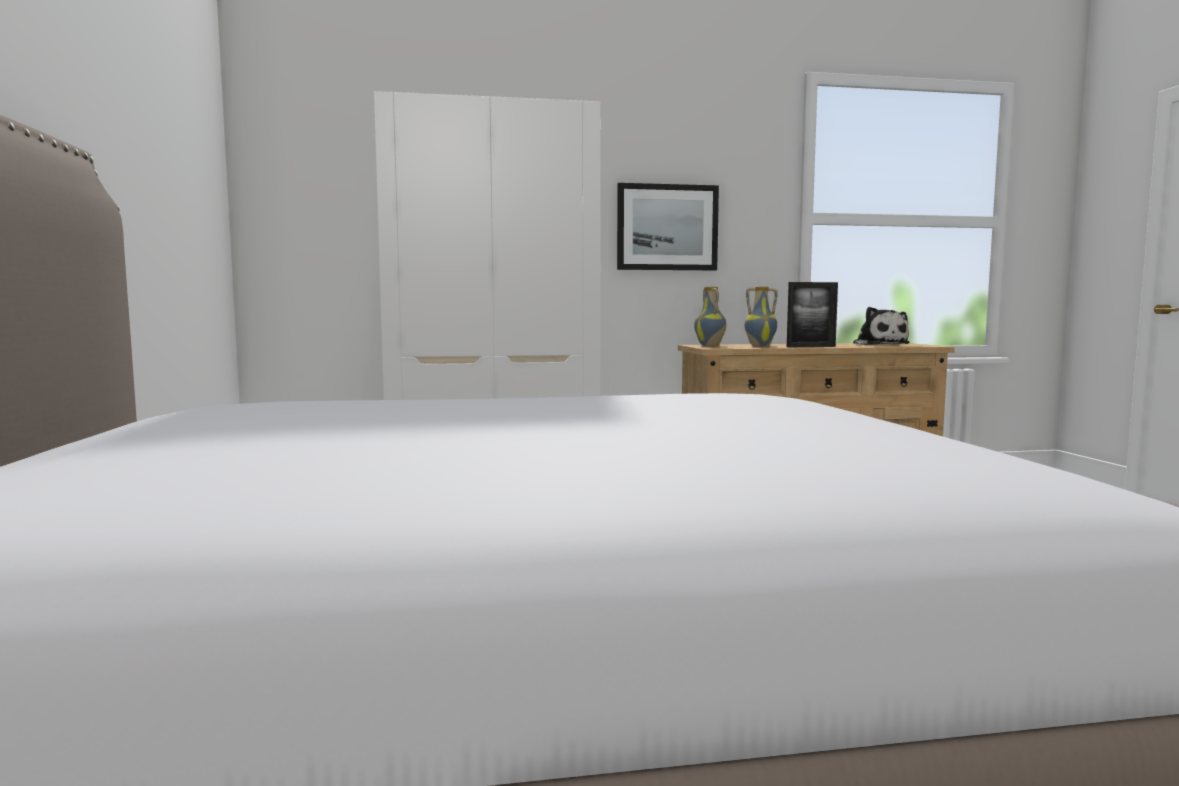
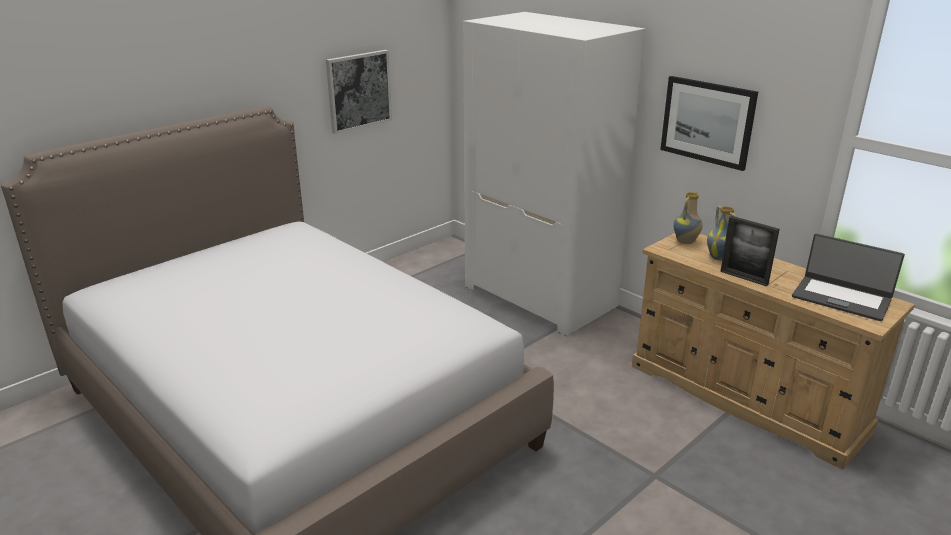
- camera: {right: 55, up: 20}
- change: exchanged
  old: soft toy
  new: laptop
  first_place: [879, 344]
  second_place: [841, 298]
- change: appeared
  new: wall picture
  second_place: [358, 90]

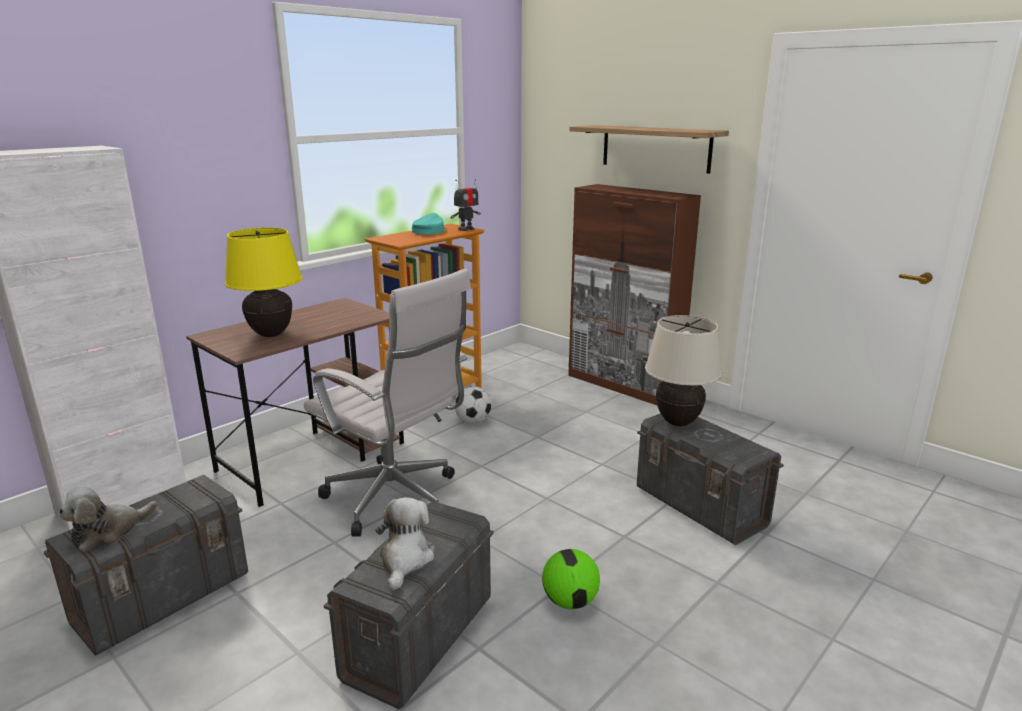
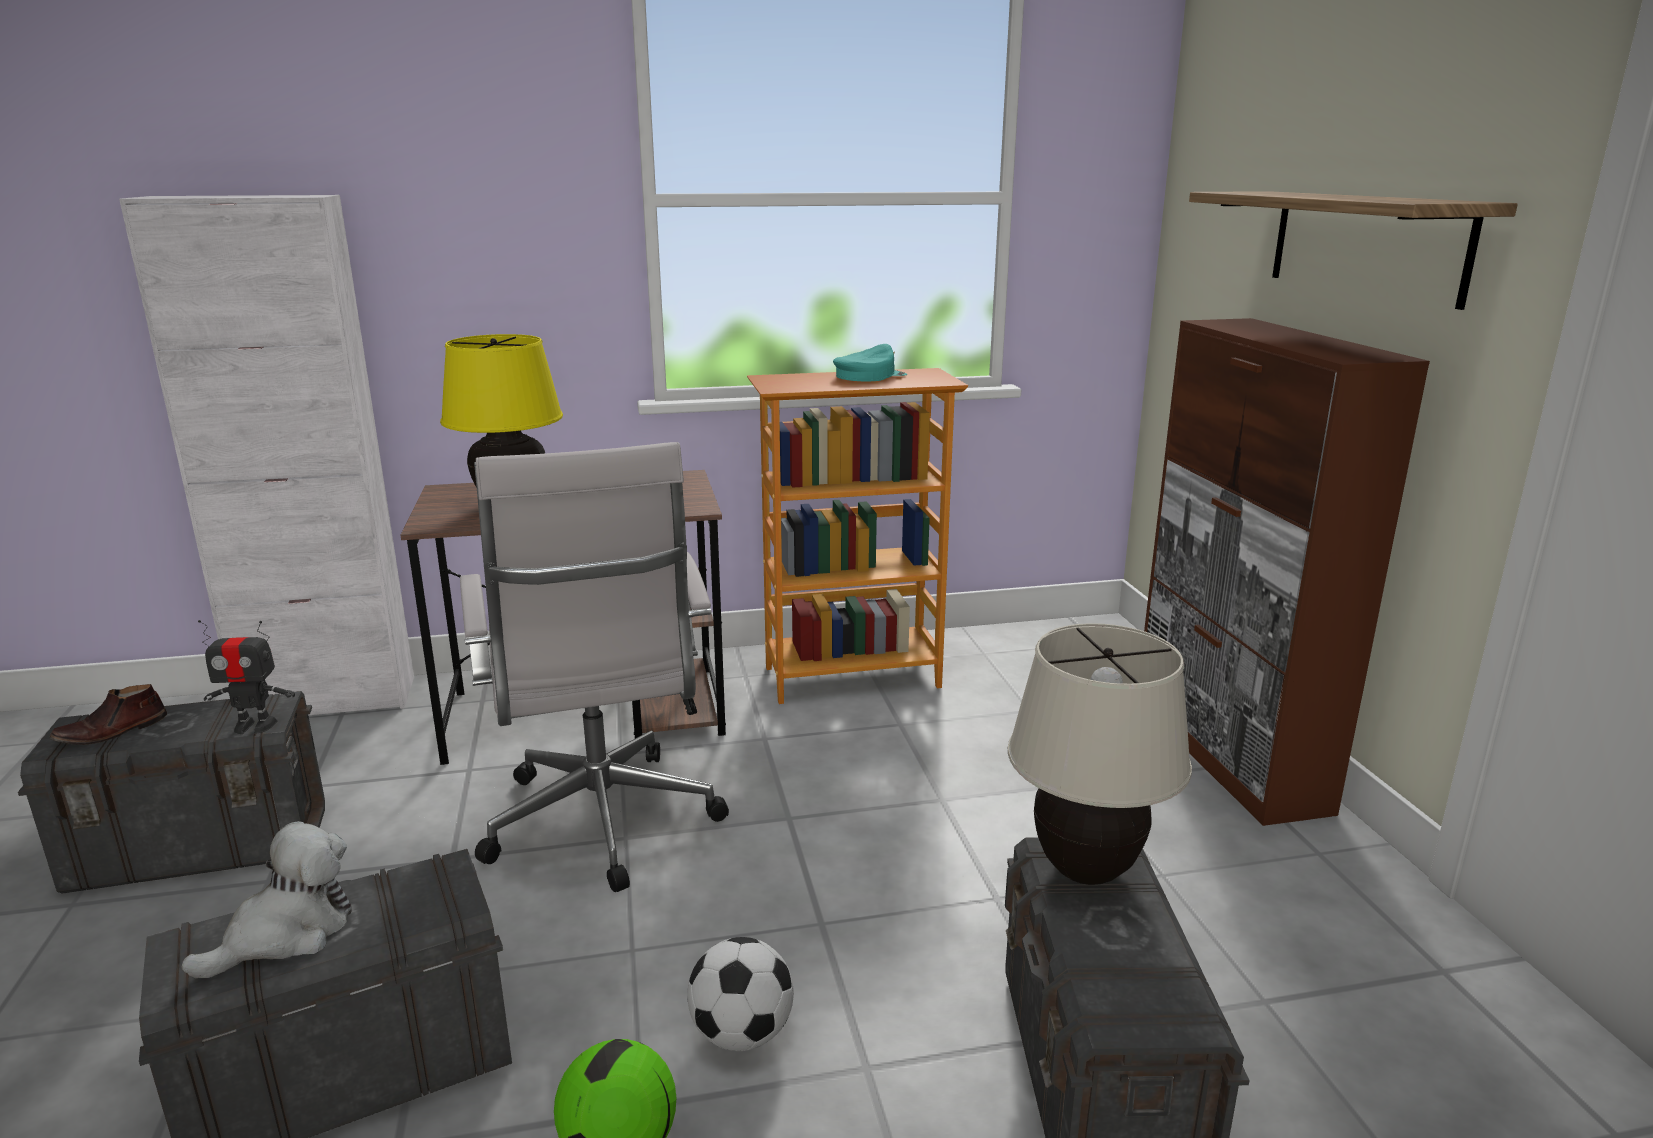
- camera: {right: 35, up: 0}
- change: exchanged
  old: soft toy
  new: brownish shoe
  first_place: [109, 531]
  second_place: [112, 732]
- change: relocated
  old: toy robot
  first_place: [466, 229]
  second_place: [254, 726]
- change: relocated
  old: ball for football
  first_place: [473, 421]
  second_place: [742, 1033]

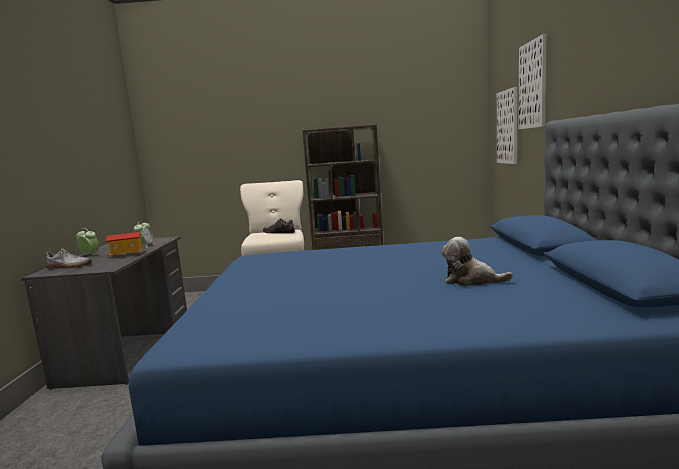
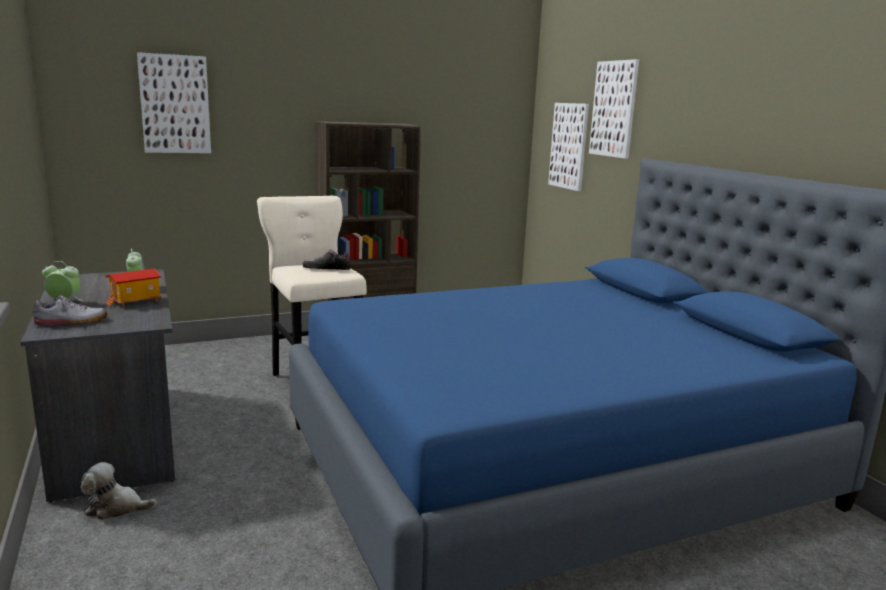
- camera: {right: -25, up: 5}
- change: relocated
  old: soft toy
  first_place: [471, 280]
  second_place: [116, 508]
- change: appeared
  new: wall picture
  second_place: [175, 104]

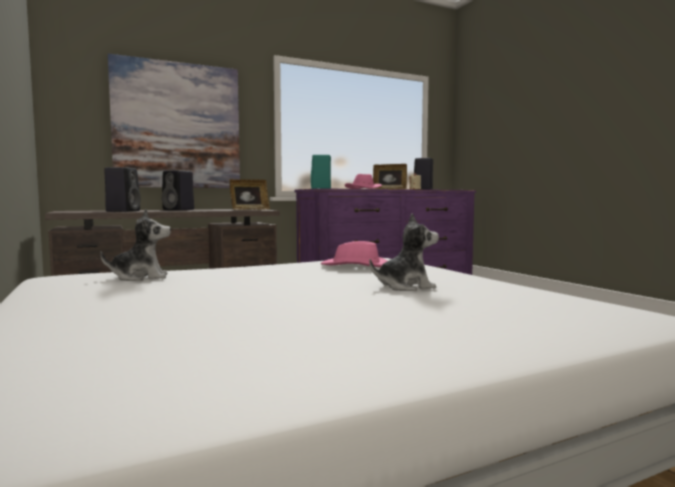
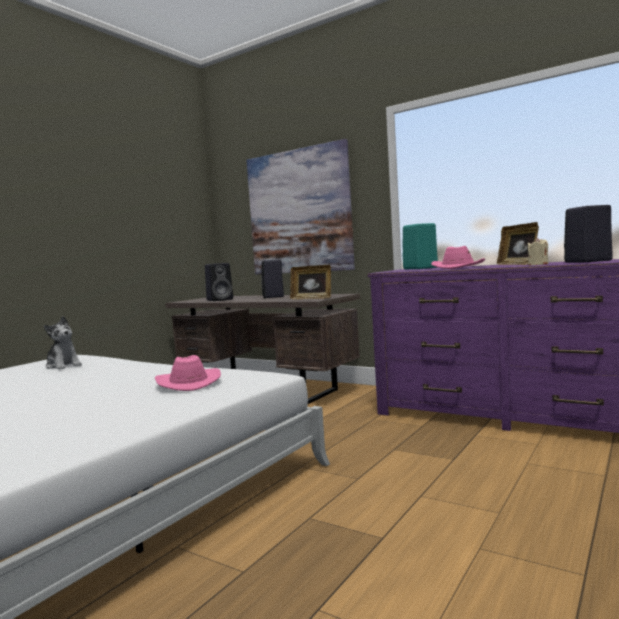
- camera: {right: 60, up: 0}
- change: missing
  old: soft toy
  first_place: [405, 287]

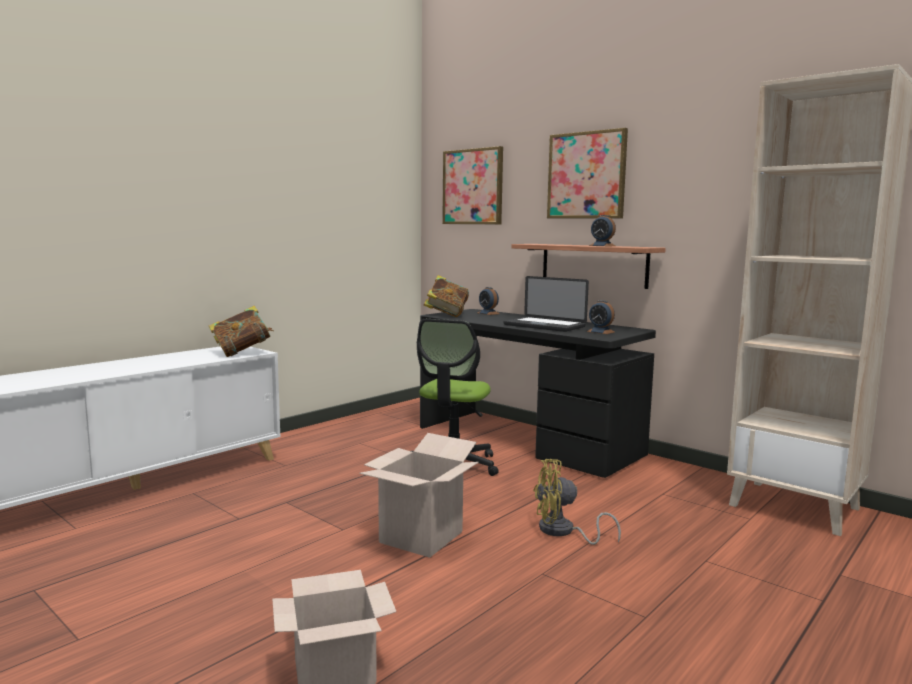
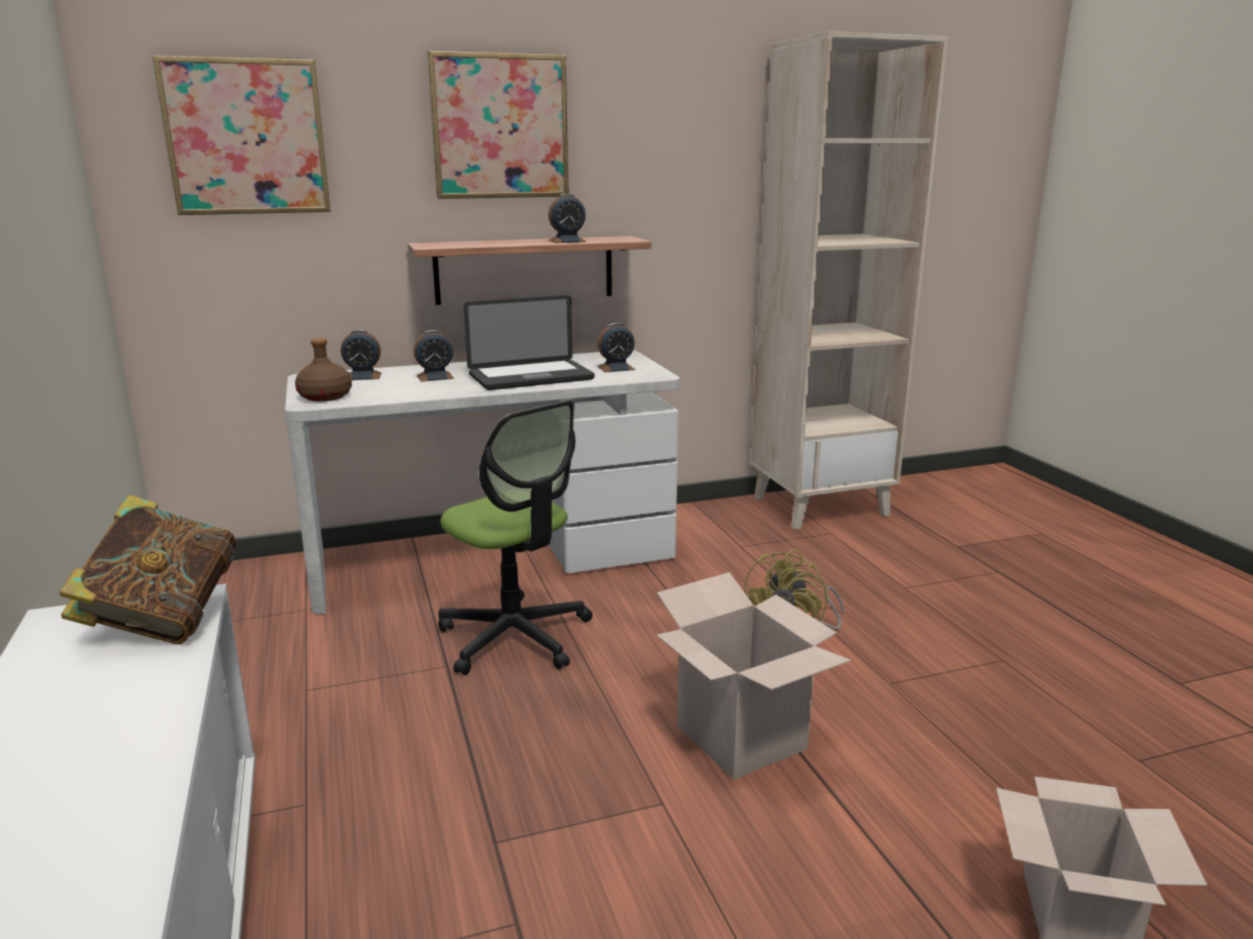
- camera: {right: -60, up: 10}
- change: colour
  old: blackish desk
  new: whitish desk
  first_place: [527, 440]
  second_place: [493, 557]
- change: exchanged
  old: book
  new: brownish bottle
  first_place: [446, 314]
  second_place: [325, 397]
- change: appeared
  new: alarm clock
  second_place: [435, 377]

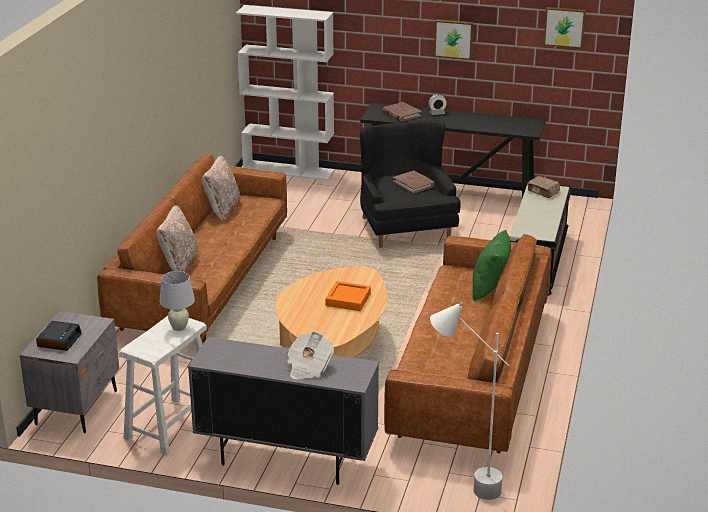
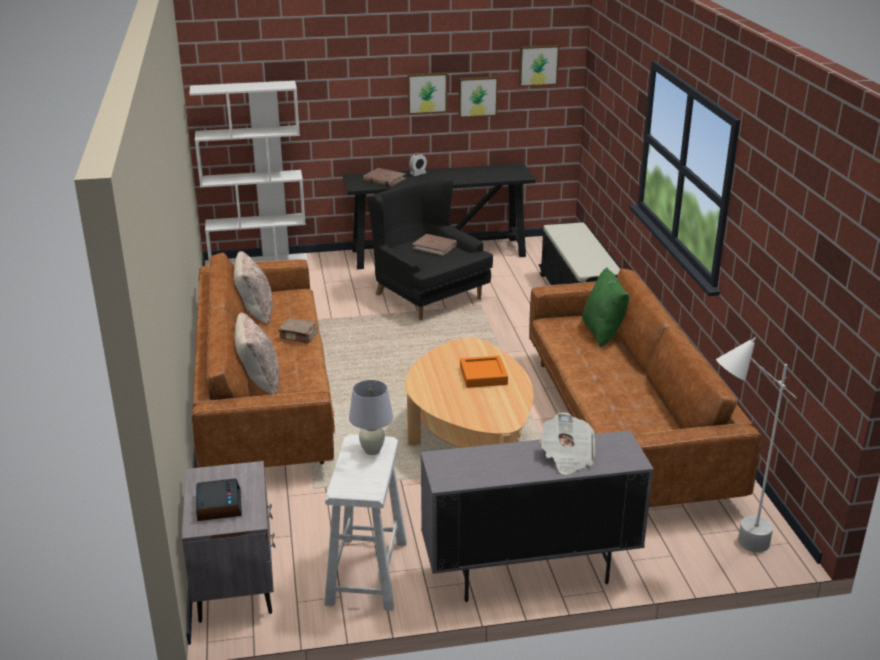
- camera: {right: -25, up: 0}
- change: relocated
  old: brownish book
  first_place: [543, 192]
  second_place: [299, 336]
- change: appeared
  new: wall picture
  second_place: [477, 96]

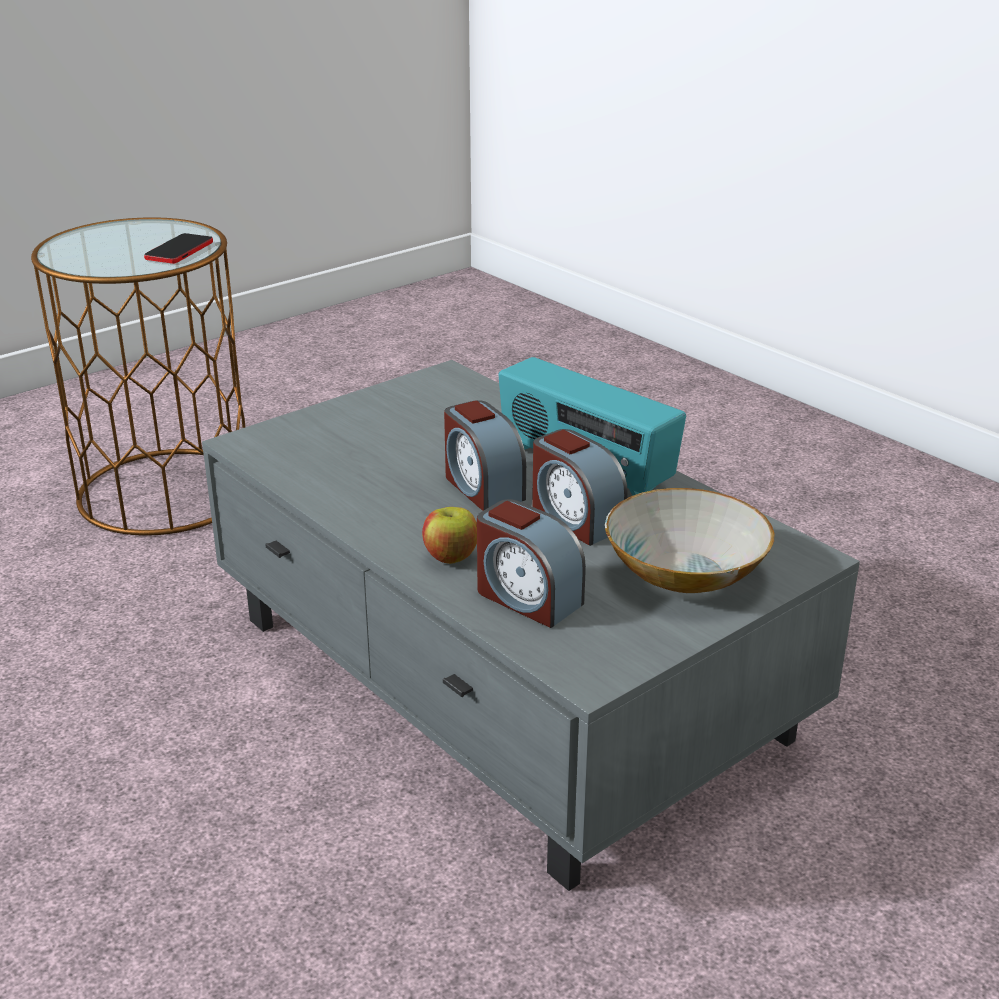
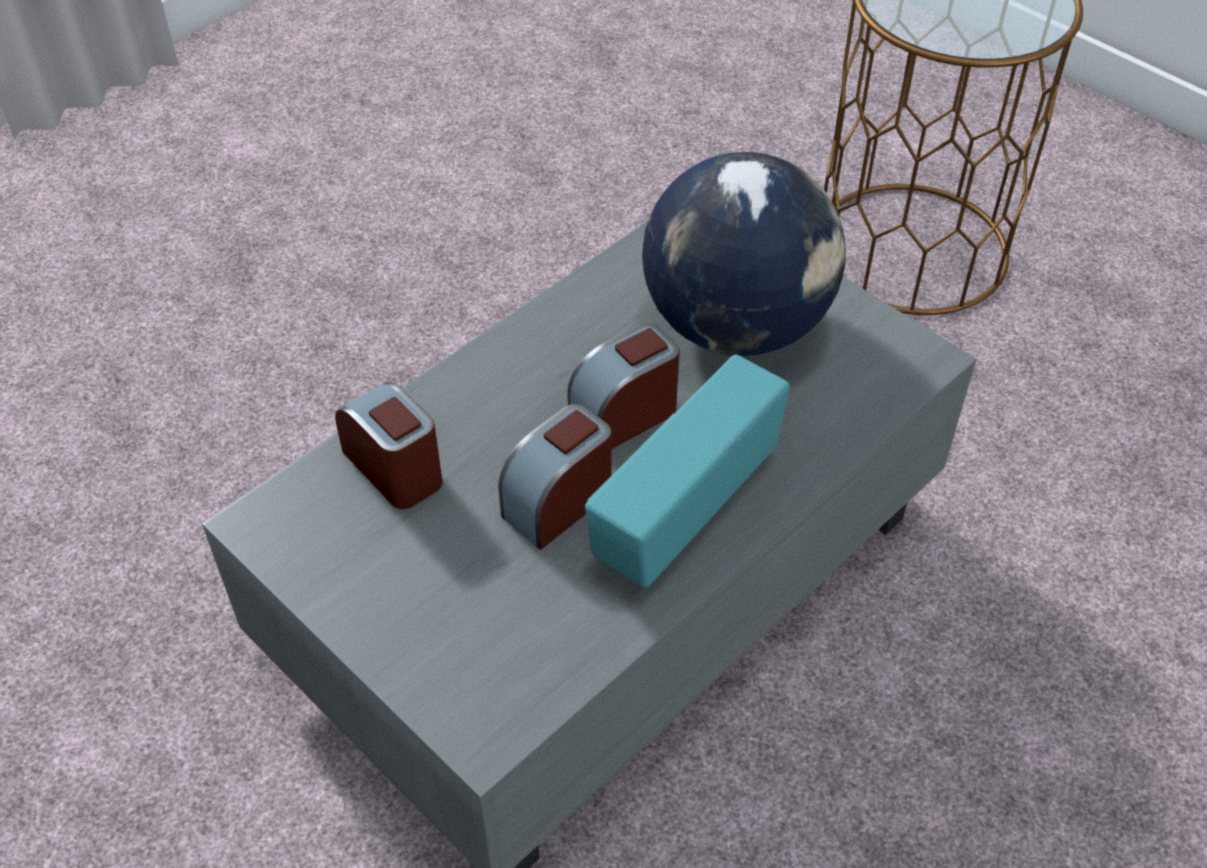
- camera: {right: 85, up: 20}
- change: missing
  old: phone
  first_place: [179, 250]
- change: missing
  old: whole apple
  first_place: [450, 557]
- change: spun
  old: alarm clock
  first_place: [527, 598]
  second_place: [395, 467]
  degrees: 105
- change: missing
  old: deep dish
  first_place: [683, 572]
- change: appeared
  new: desk globe
  second_place: [737, 326]

